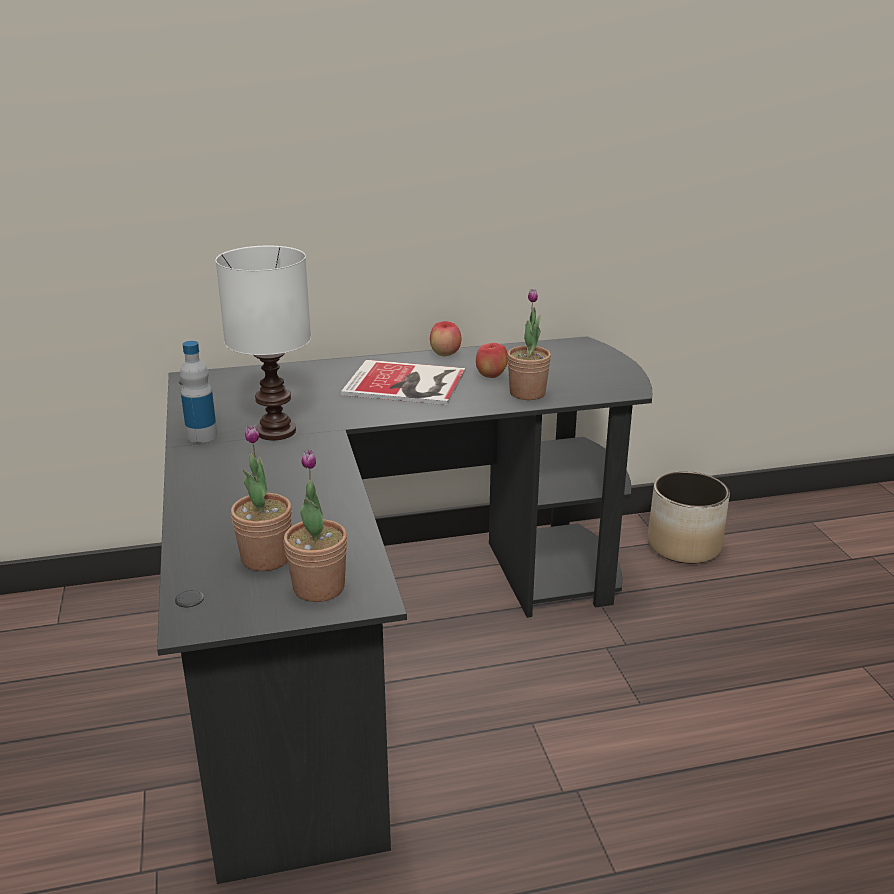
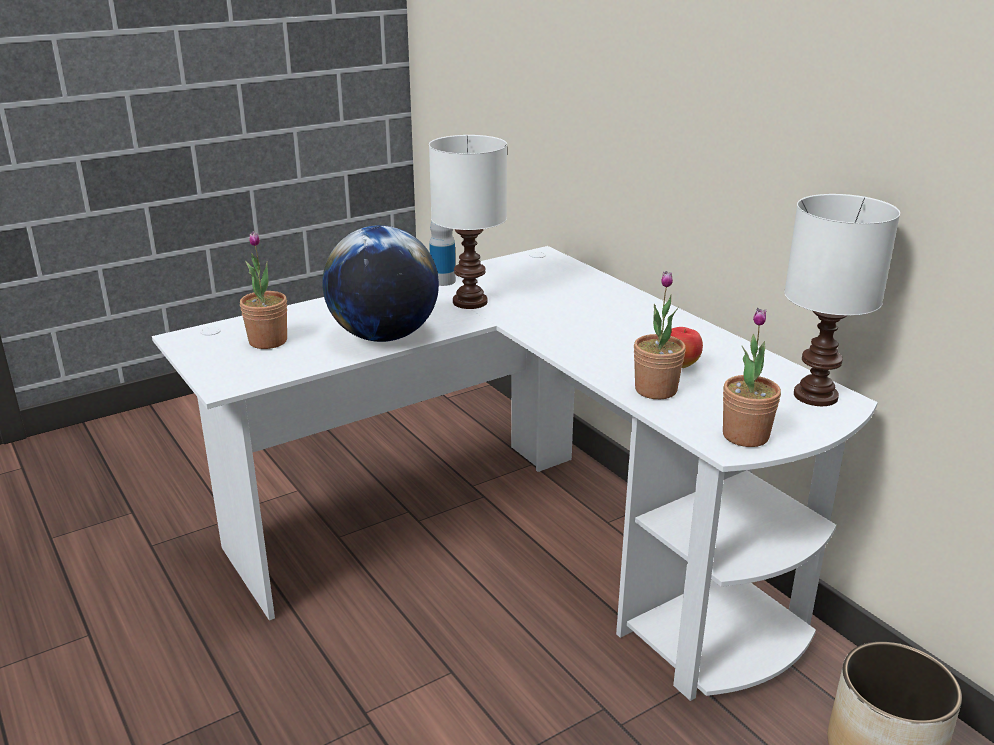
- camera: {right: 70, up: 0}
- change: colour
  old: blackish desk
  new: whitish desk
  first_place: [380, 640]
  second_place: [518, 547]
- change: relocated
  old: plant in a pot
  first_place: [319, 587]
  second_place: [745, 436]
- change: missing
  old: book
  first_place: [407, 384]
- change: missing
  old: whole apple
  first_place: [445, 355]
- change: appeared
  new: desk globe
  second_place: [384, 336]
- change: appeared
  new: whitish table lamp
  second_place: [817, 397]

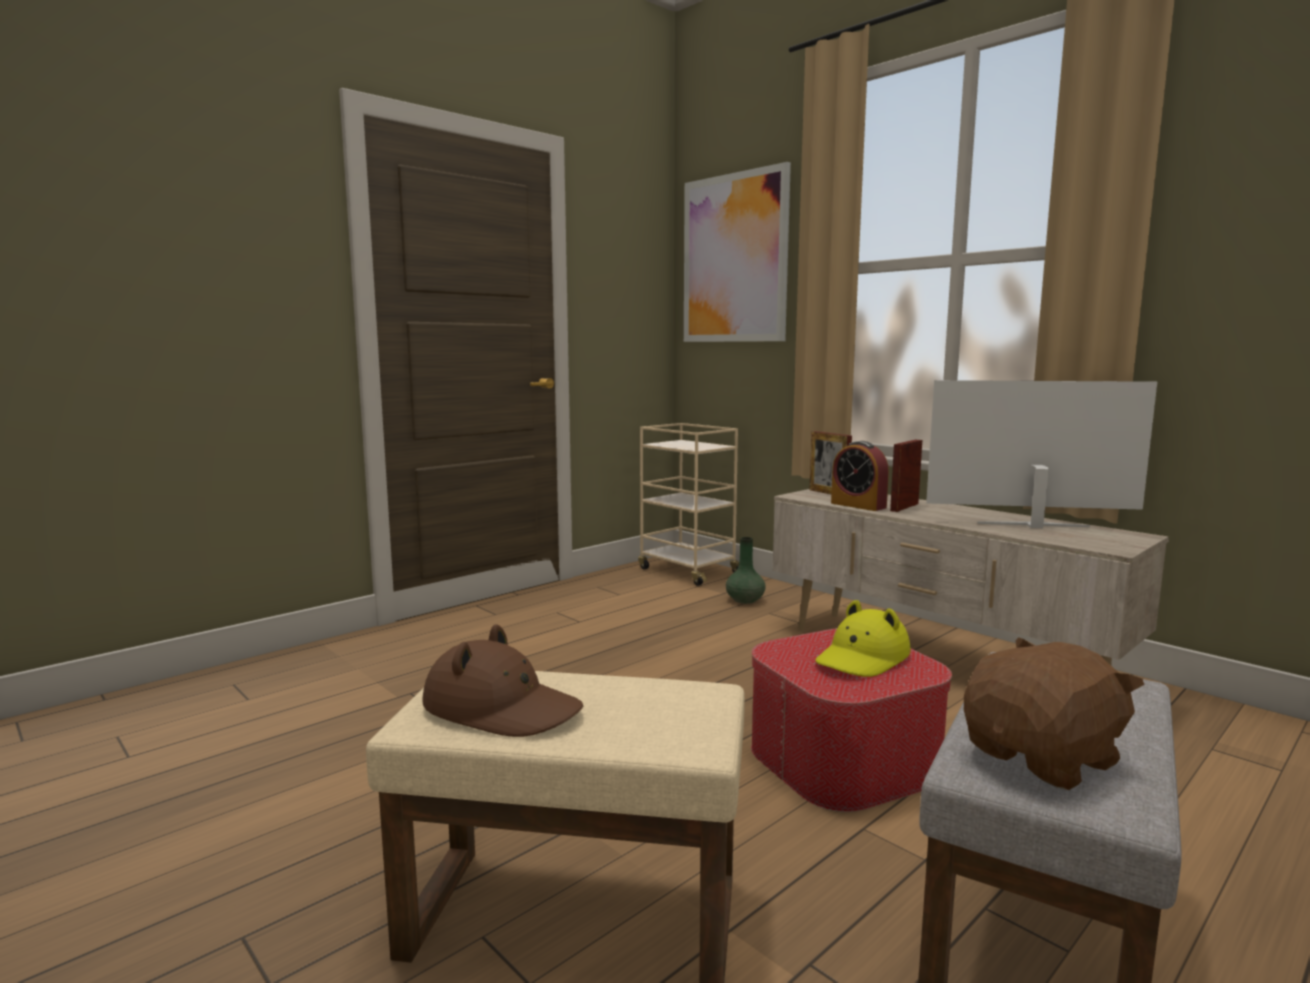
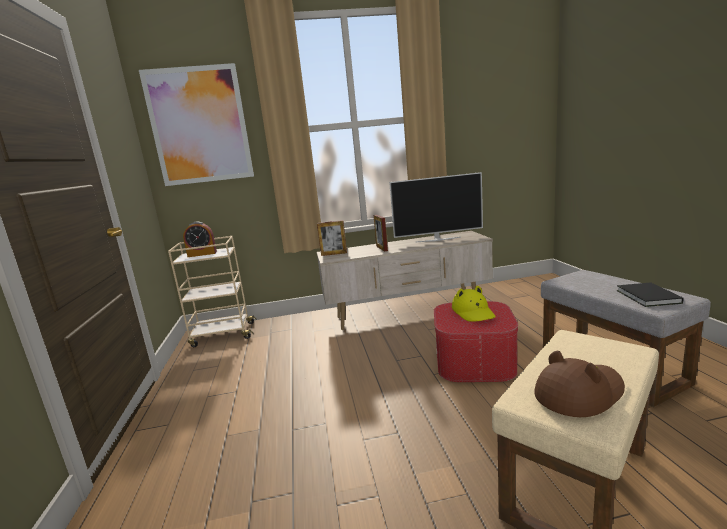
- camera: {right: -55, up: 5}
- change: missing
  old: greenish flower vase
  first_place: [745, 600]
- change: relocated
  old: alarm clock
  first_place: [858, 505]
  second_place: [202, 254]
- change: spun
  old: TV set
  first_place: [1033, 525]
  second_place: [438, 239]
  degrees: -135
- change: exchanged
  old: brownish soft toy
  new: blackish book
  first_place: [1043, 758]
  second_place: [647, 297]

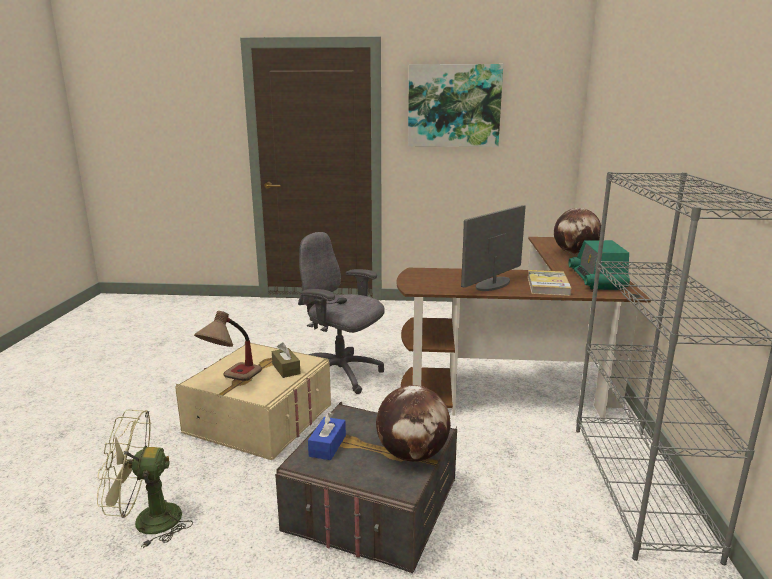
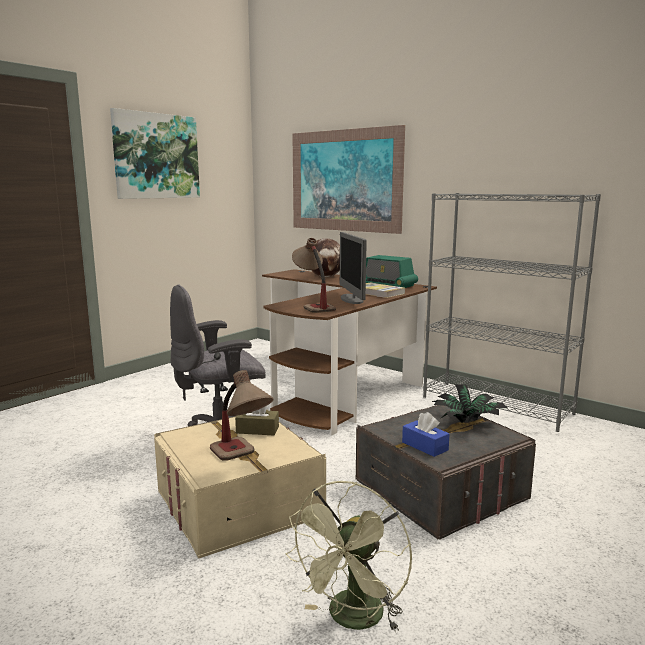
- camera: {right: -55, up: -5}
- change: exchanged
  old: desk globe
  new: plant in a pot
  first_place: [413, 455]
  second_place: [468, 422]
- change: appeared
  new: wall picture
  second_place: [345, 181]
- change: appeared
  new: table lamp
  second_place: [313, 306]

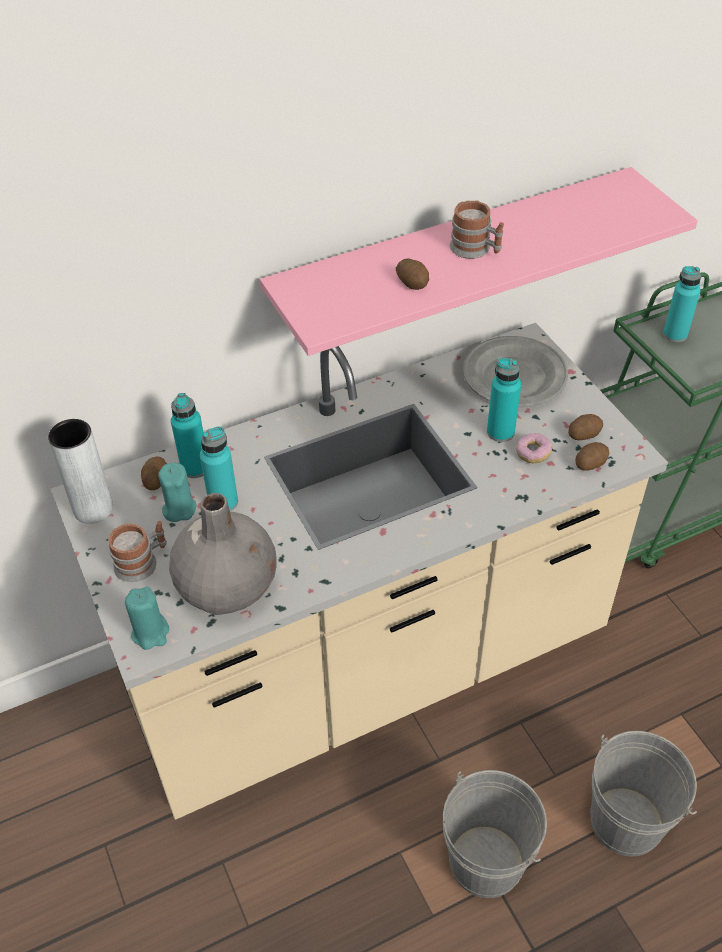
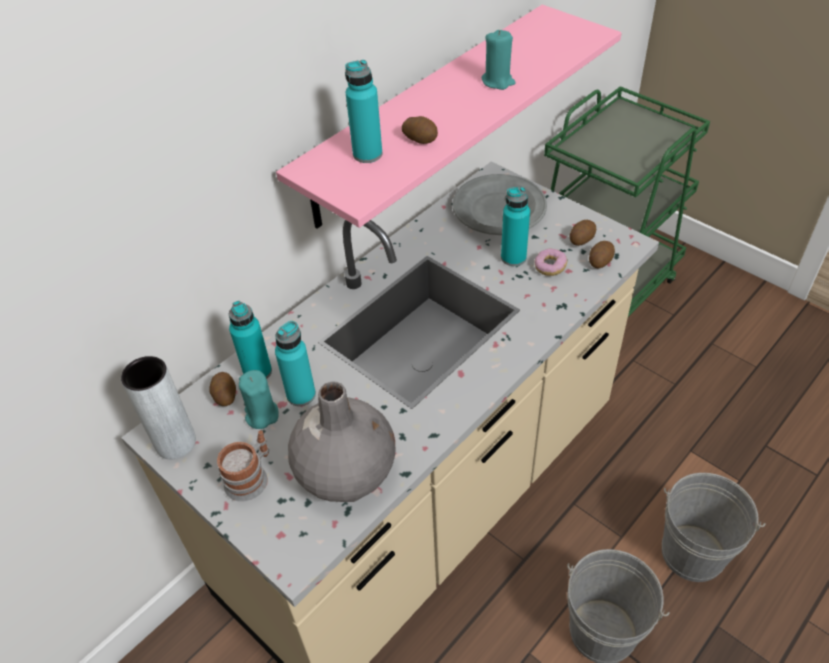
- camera: {right: -20, up: 0}
- change: relocated
  old: turquoise wax candle
  first_place: [151, 633]
  second_place: [498, 81]
- change: missing
  old: coffee mug
  first_place: [476, 250]
- change: relocated
  old: turquoise bottle
  first_place: [675, 334]
  second_place: [367, 154]

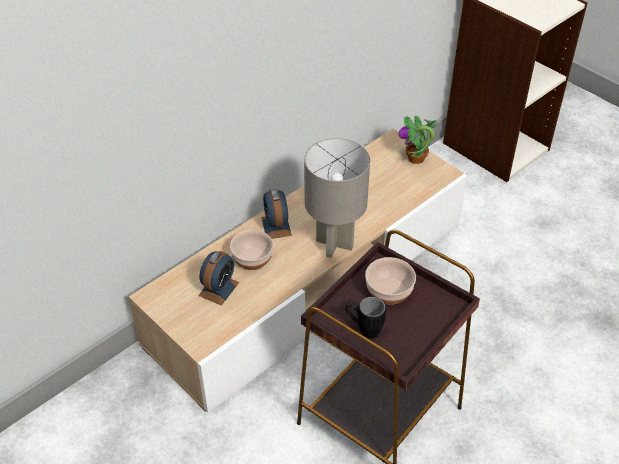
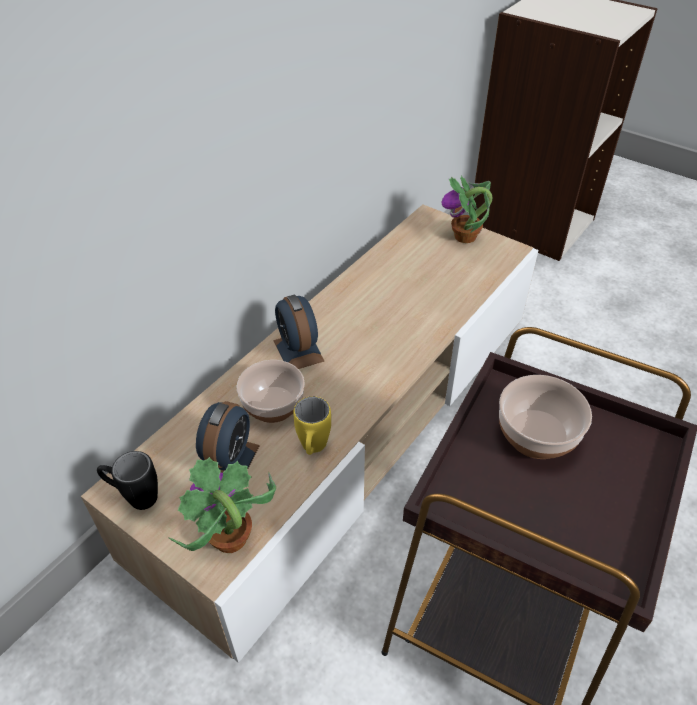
- camera: {right: -10, up: 0}
- change: missing
  old: gray table lamp
  first_place: [334, 243]
- change: relocated
  old: blackish coffee mug
  first_place: [363, 329]
  second_place: [135, 497]
- change: appeared
  new: plant in a pot
  second_place: [230, 539]
- change: appeared
  new: yellow-coloured coffee mug
  second_place: [313, 450]

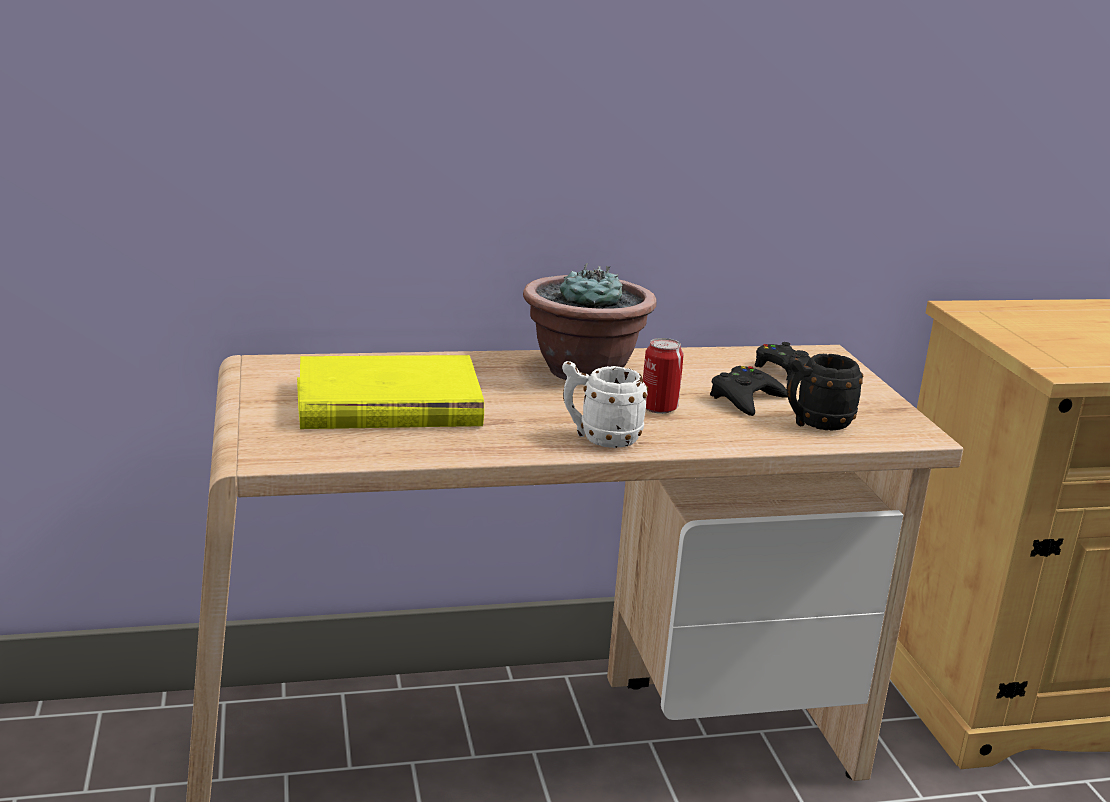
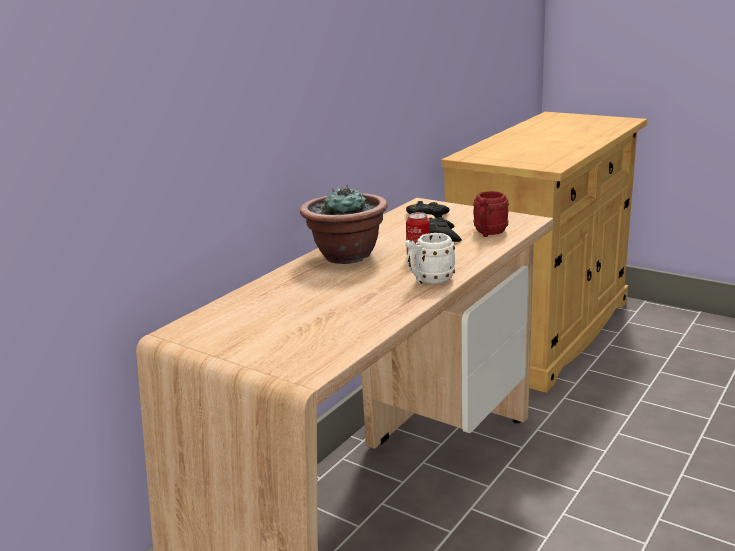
- camera: {right: -40, up: 0}
- change: missing
  old: yellow-coloured book
  first_place: [387, 404]
- change: colour
  old: blackish coffee mug
  new: red-coloured coffee mug
  first_place: [815, 424]
  second_place: [488, 233]

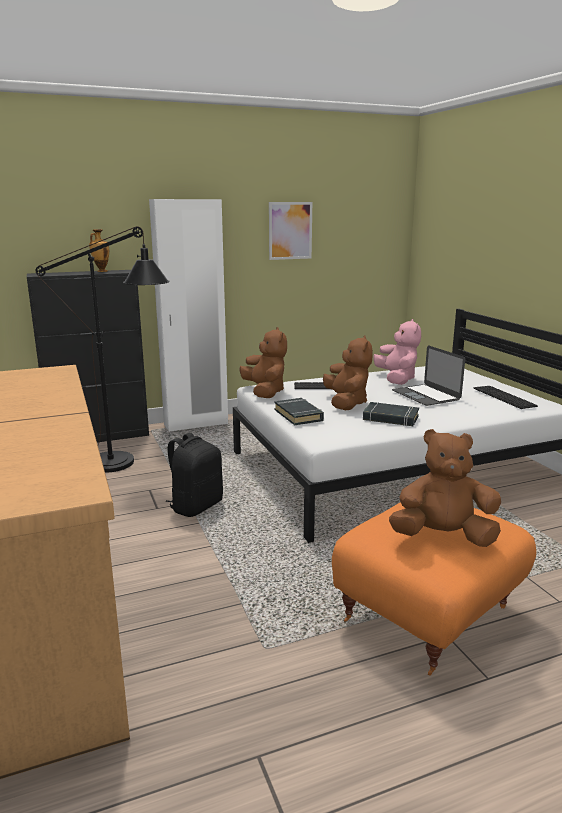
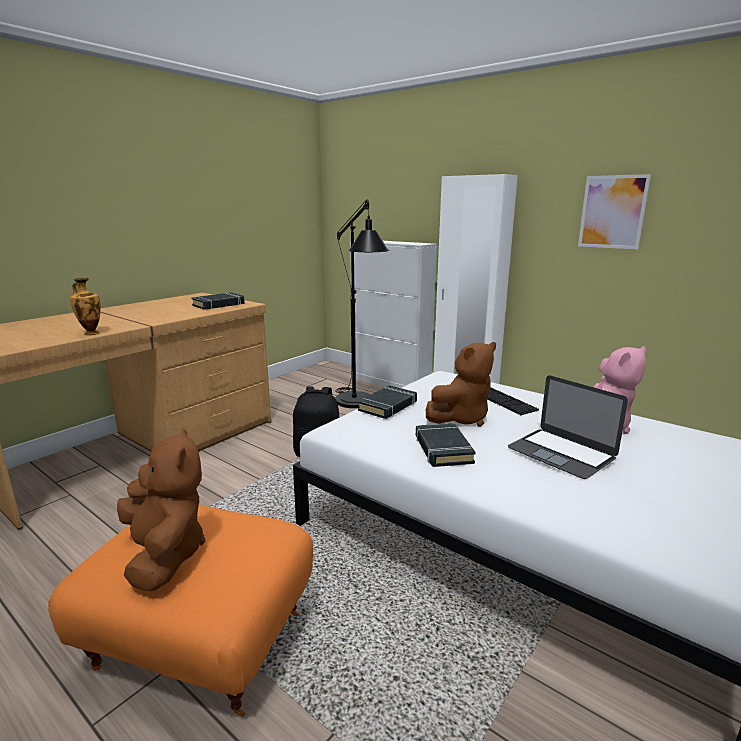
- camera: {right: 60, up: 0}
- change: colour
  old: blackish cabinet
  new: whitish cabinet
  first_place: [99, 436]
  second_place: [390, 382]
- change: relocated
  old: flower vase
  first_place: [101, 271]
  second_place: [91, 333]
- change: missing
  old: brownish soft toy
  first_place: [265, 392]
- change: spun
  old: laptop
  first_place: [425, 395]
  second_place: [561, 453]
  degrees: -75
- change: missing
  old: computer keyboard
  first_place: [504, 397]
- change: appeared
  new: blackish book
  second_place: [219, 305]

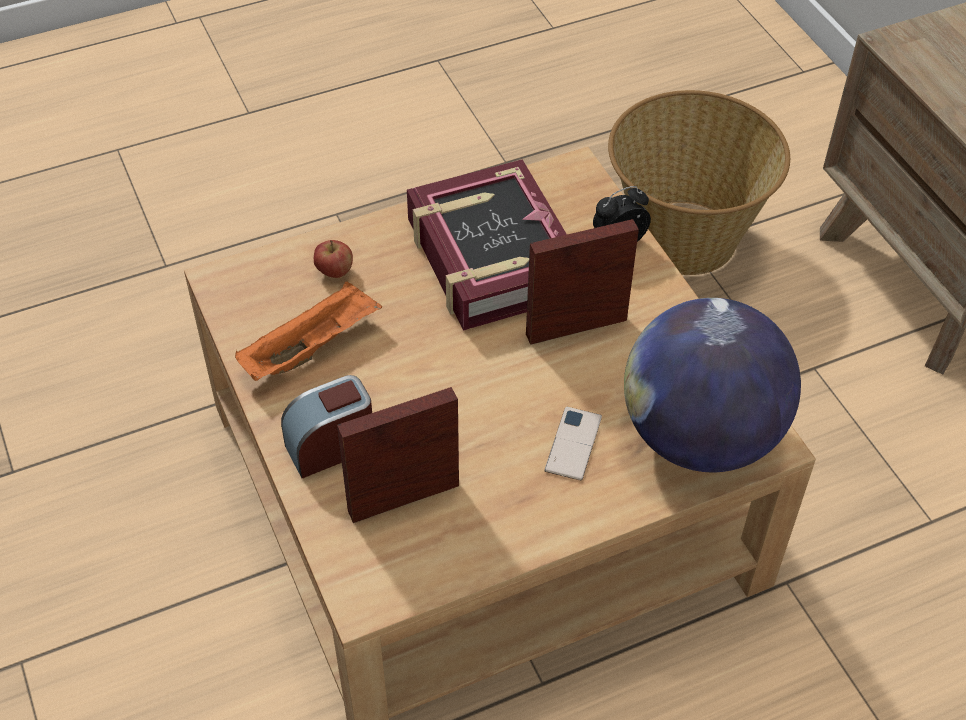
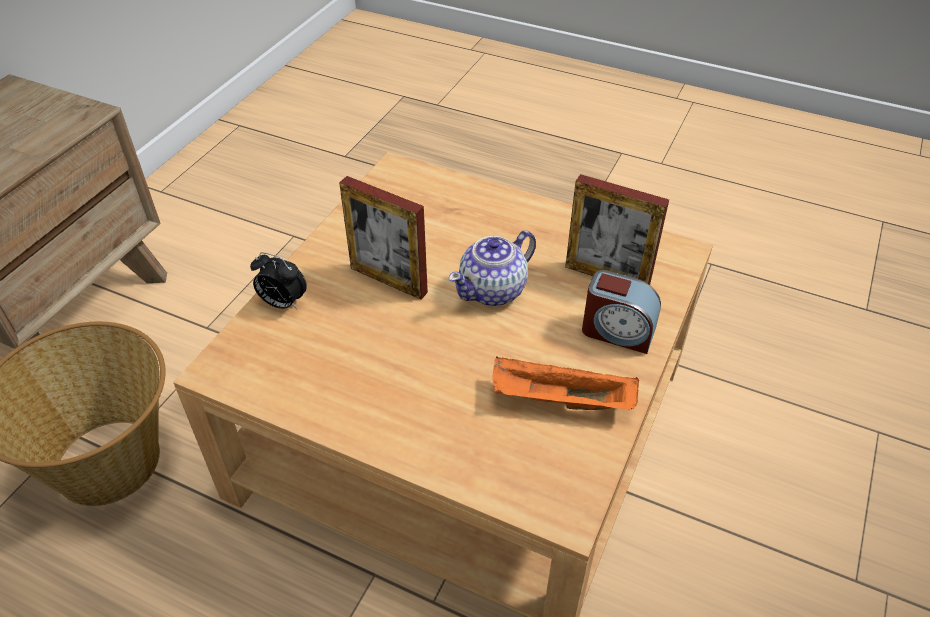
- camera: {right: -130, up: -5}
- change: missing
  old: whole apple
  first_place: [334, 271]
- change: missing
  old: book
  first_place: [491, 258]
- change: missing
  old: phone
  first_place: [573, 444]
- change: missing
  old: desk globe
  first_place: [700, 436]
- change: appeared
  new: tea pot
  second_place: [493, 290]

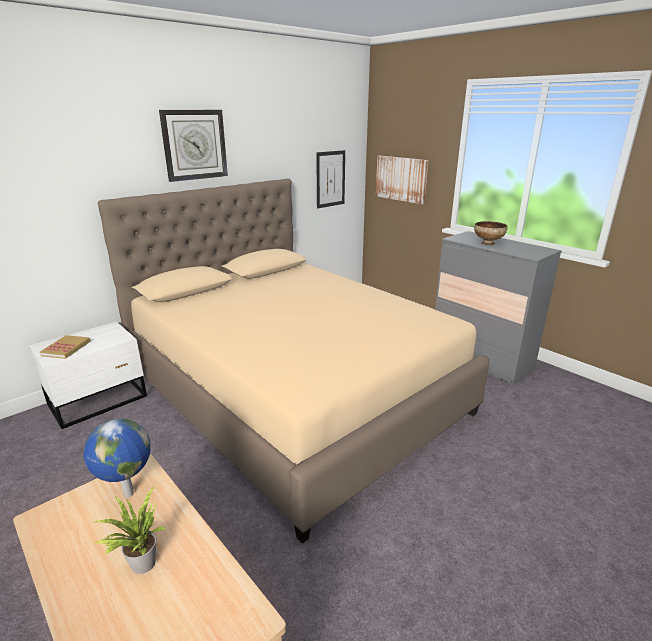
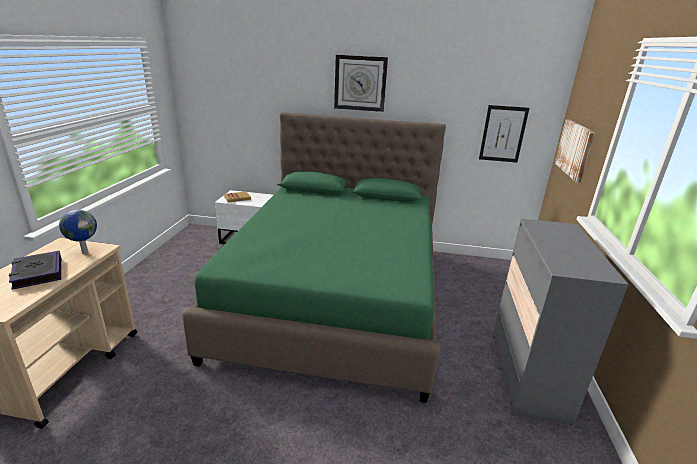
- camera: {right: 50, up: 0}
- change: exchanged
  old: plant in a pot
  new: book
  first_place: [140, 563]
  second_place: [38, 273]
- change: colour
  old: beige-coloured sleeping bed
  new: greenish sleeping bed
  first_place: [294, 392]
  second_place: [336, 295]
- change: missing
  old: deep dish
  first_place: [488, 243]

